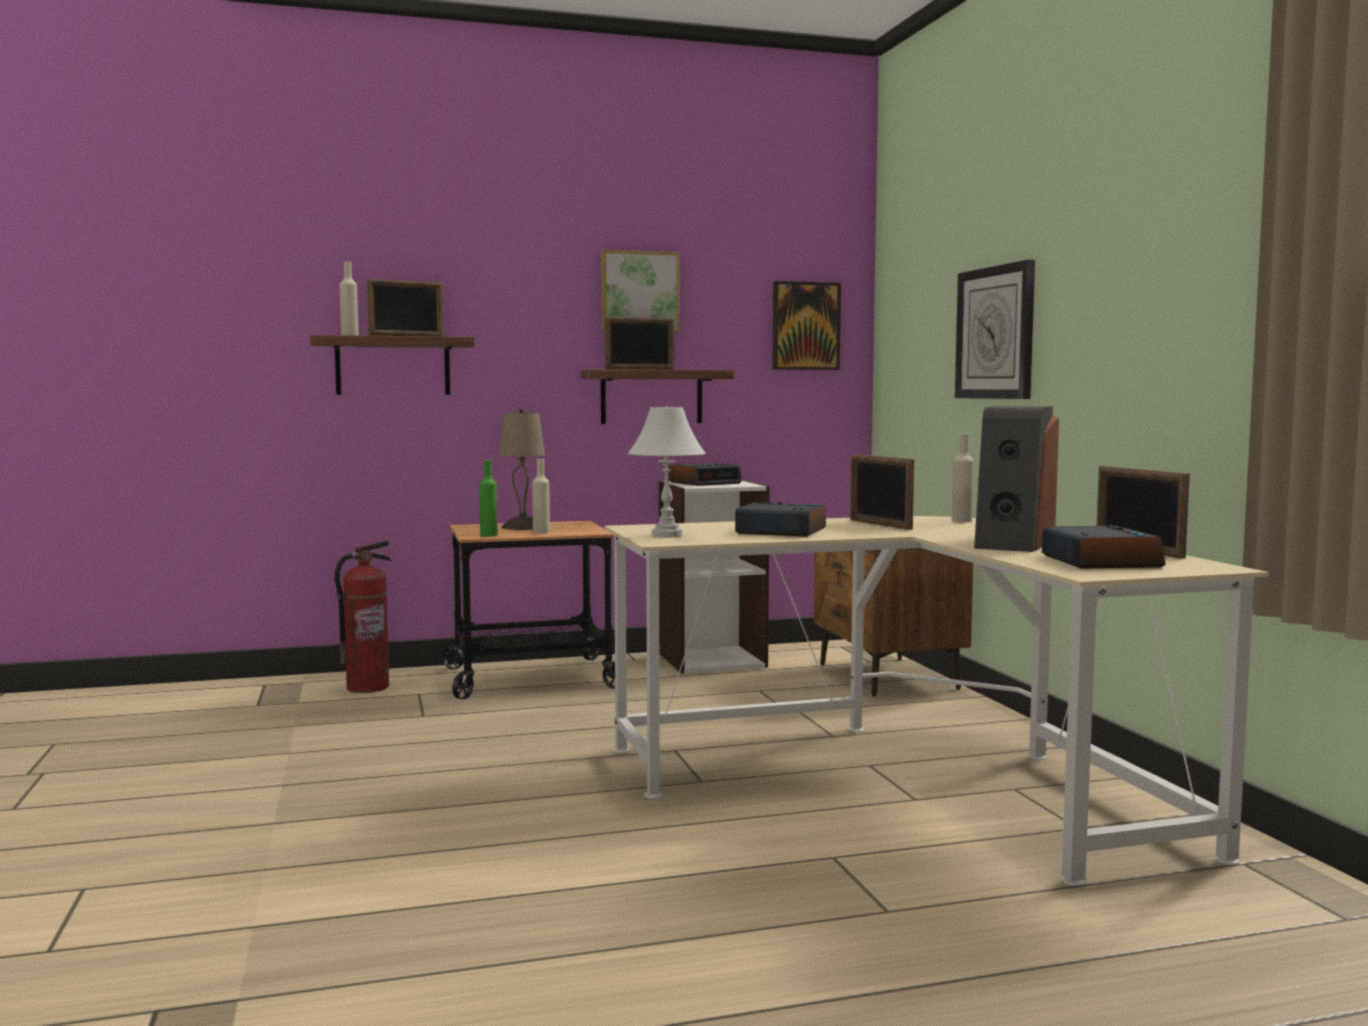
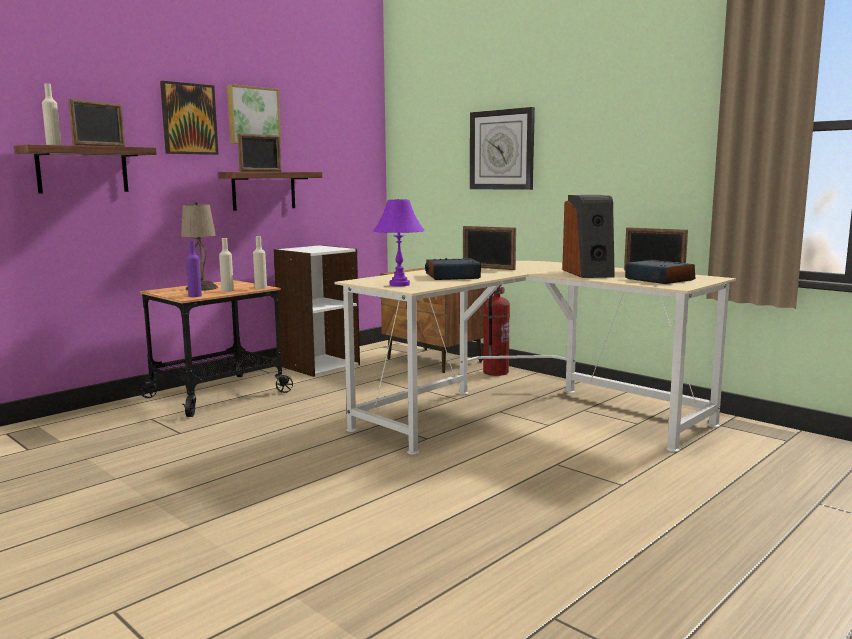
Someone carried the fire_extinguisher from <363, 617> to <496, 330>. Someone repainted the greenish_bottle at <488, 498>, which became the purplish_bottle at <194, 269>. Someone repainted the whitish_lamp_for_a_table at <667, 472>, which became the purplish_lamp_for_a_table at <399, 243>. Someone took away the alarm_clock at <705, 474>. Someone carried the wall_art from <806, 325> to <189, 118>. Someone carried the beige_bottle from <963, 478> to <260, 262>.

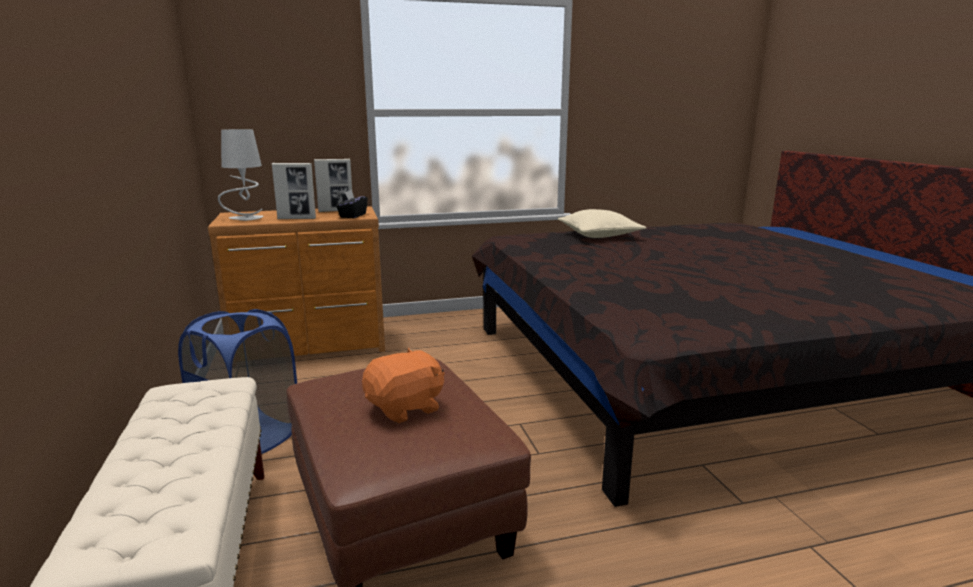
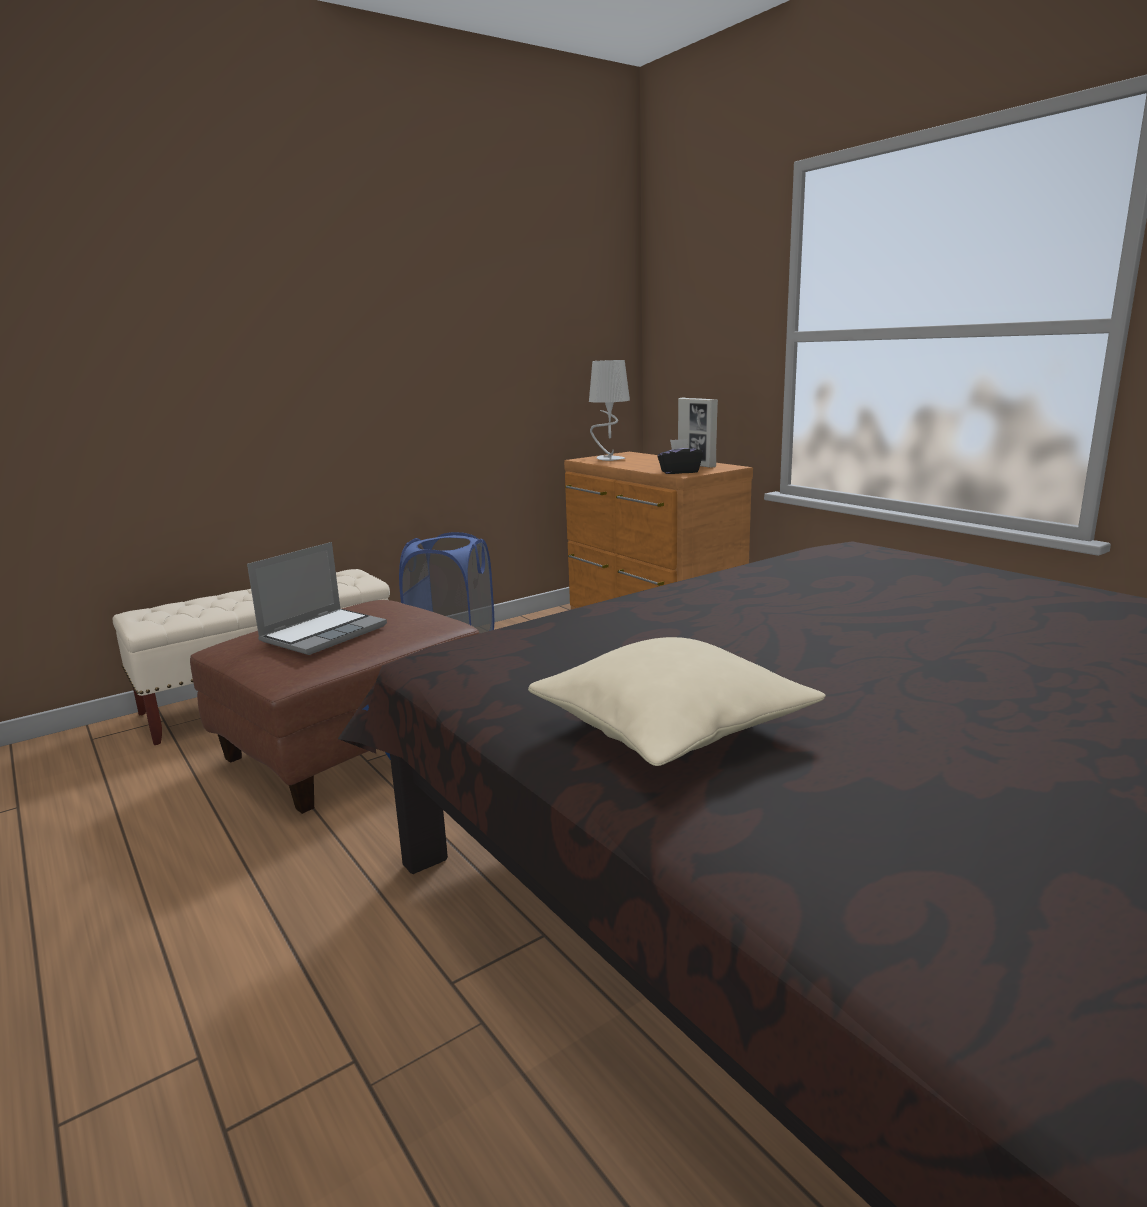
Someone took away the standing_frame at <294, 191>. Someone swapped the orange-coloured_cuddly_toy at <403, 385> for the laptop at <317, 598>. Someone carried the beige_cushion from <602, 223> to <677, 701>.

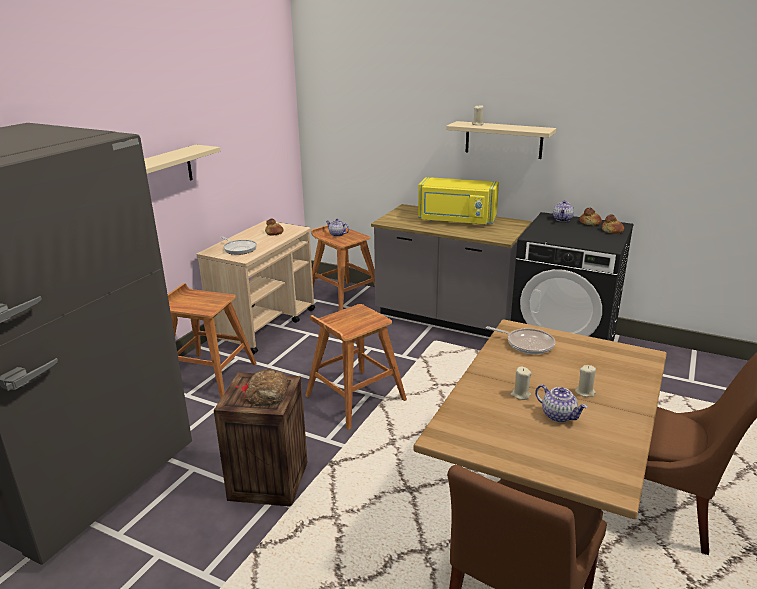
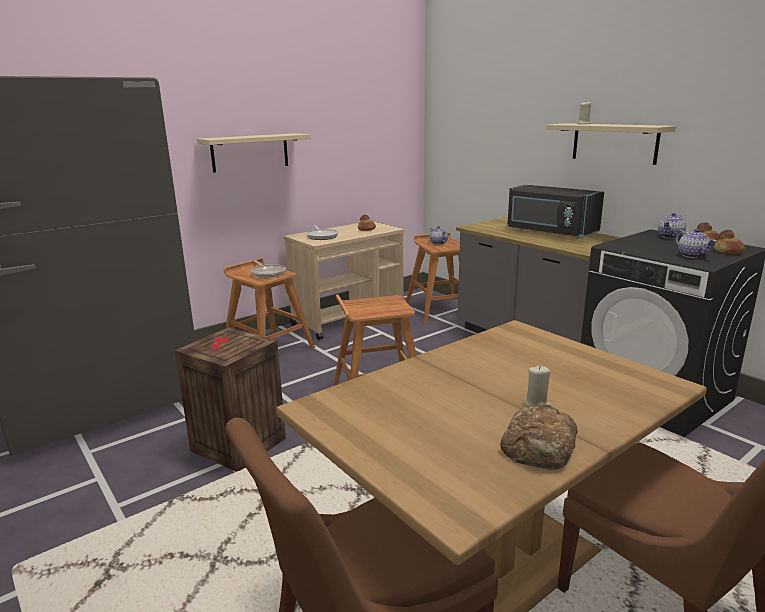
Someone carried the bakery_bread from <266, 387> to <539, 437>. Someone repainted the yellow-coloured_microwave_oven at <458, 201>, which became the black-coloured_microwave_oven at <555, 212>. Someone carried the frying_pan from <520, 340> to <268, 269>. Someone took away the beige_wax_light at <521, 383>. Someone carried the teapot from <561, 404> to <695, 243>.

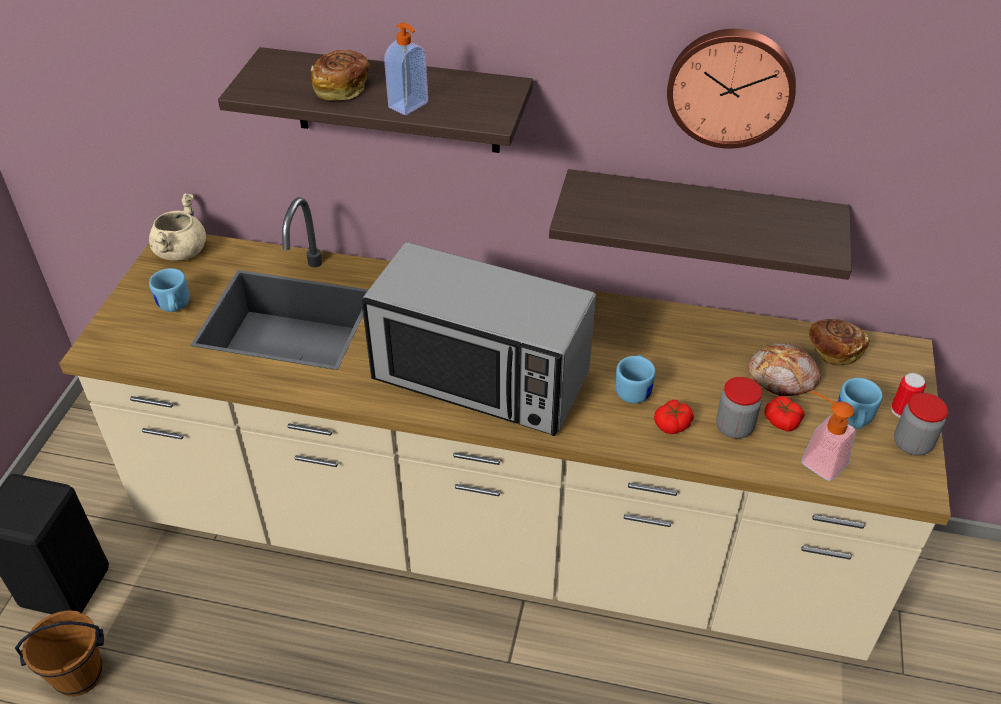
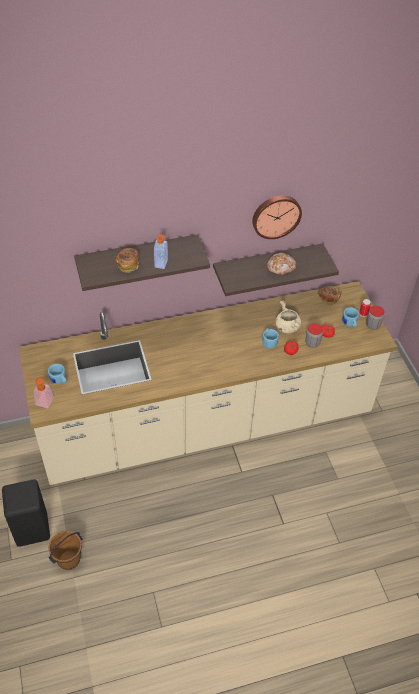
Someone carried the beige_saucepot from <177, 226> to <288, 317>. Someone took away the microwave_oven at <479, 339>. Someone carried the bakery_bread from <784, 369> to <282, 264>. Someone carried the liquid_soap_bottle from <828, 436> to <40, 392>.

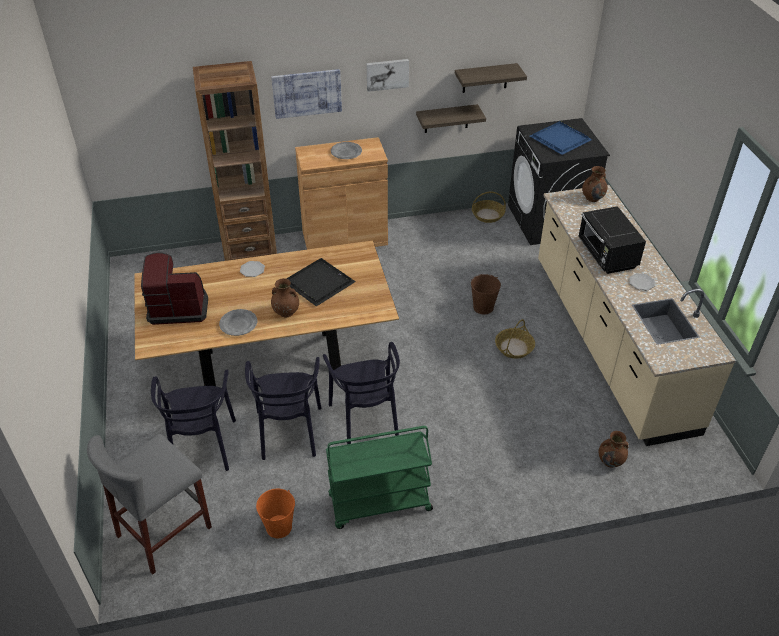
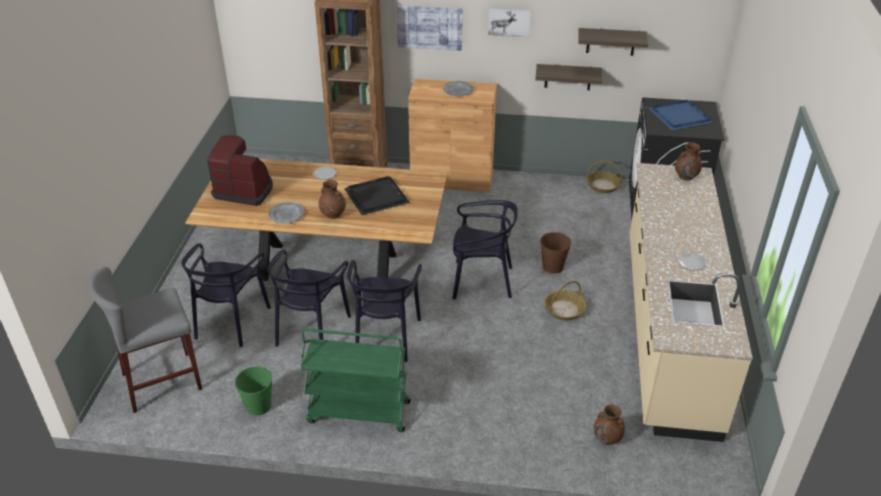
Someone repainted the orange-coloured_pail at <275, 513>, which became the greenish_pail at <253, 391>. Someone took away the black-coloured_microwave_oven at <612, 240>. Someone put down the black-coloured_plain_chair at <485, 249>.

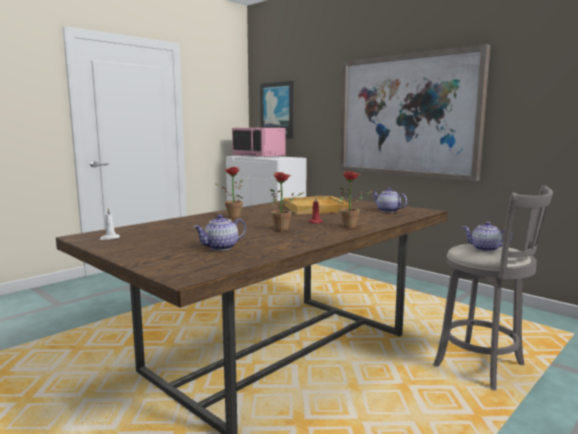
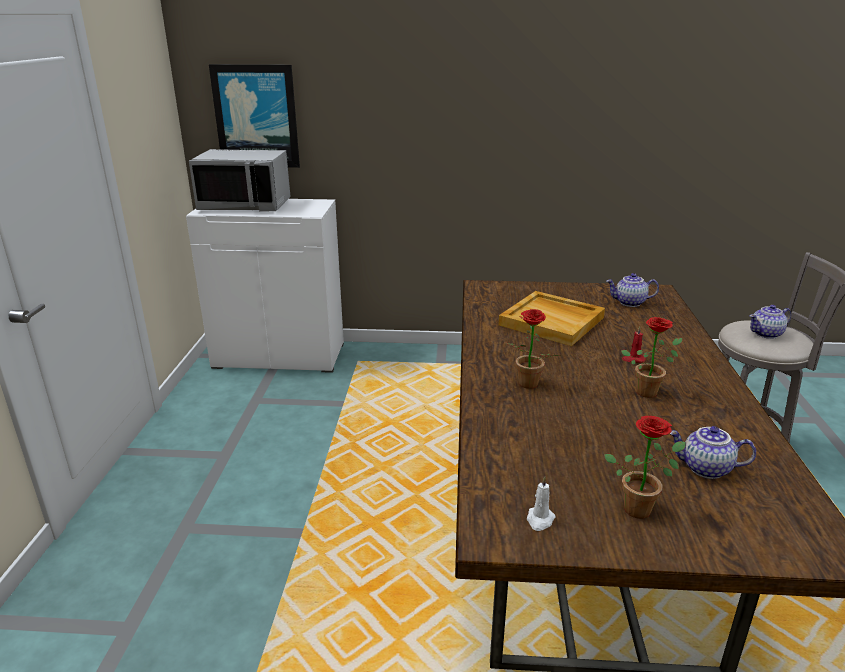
Someone rotated the teapot at <220, 233> by 90 degrees clockwise. Someone repainted the pinkish_microwave_oven at <259, 142>, which became the greyish_microwave_oven at <240, 180>. Someone carried the potted_plant from <355, 200> to <645, 467>. Someone took away the wall_art at <415, 112>.

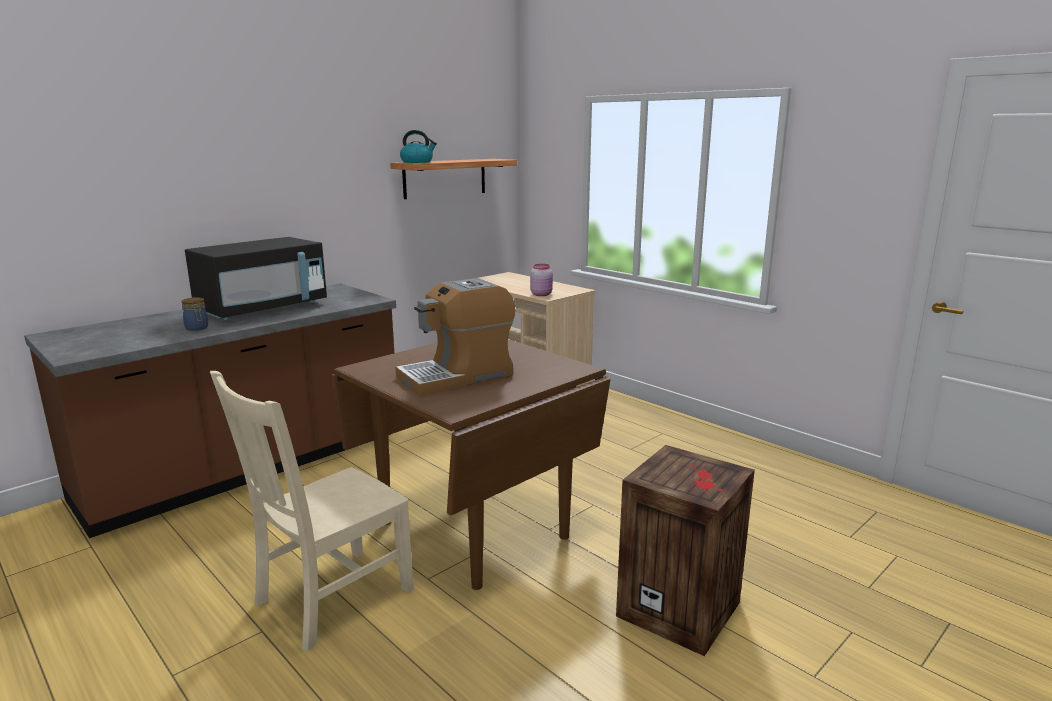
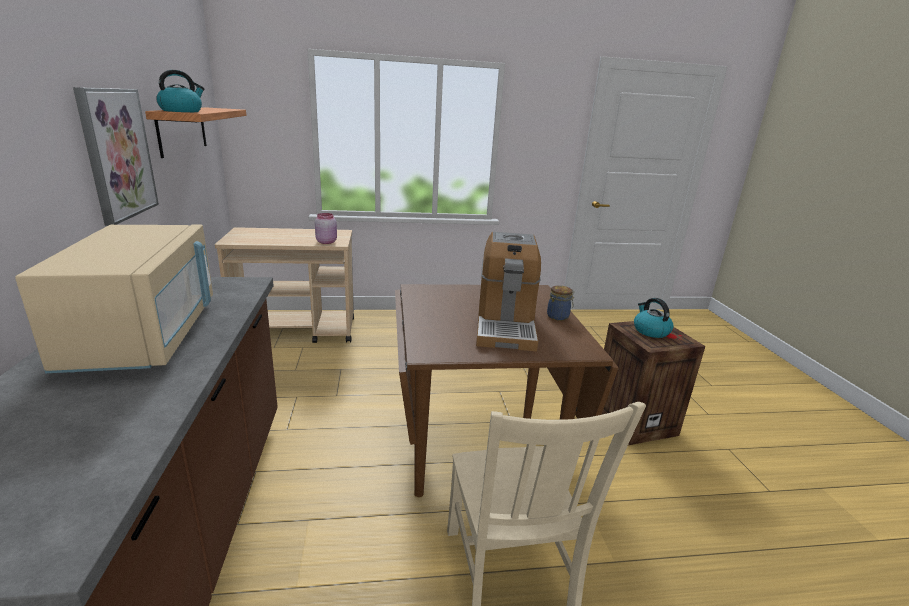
Someone carried the preserve_jar from <194, 314> to <561, 303>. Someone repainted the black-coloured_microwave_oven at <256, 278>, which became the beige_microwave_oven at <114, 299>. Someone put up the wall_art at <116, 156>. Someone put down the water_kettle at <653, 318>.

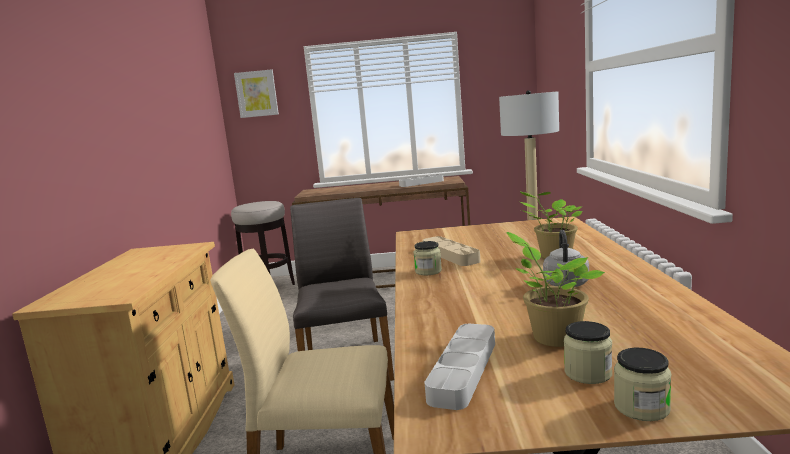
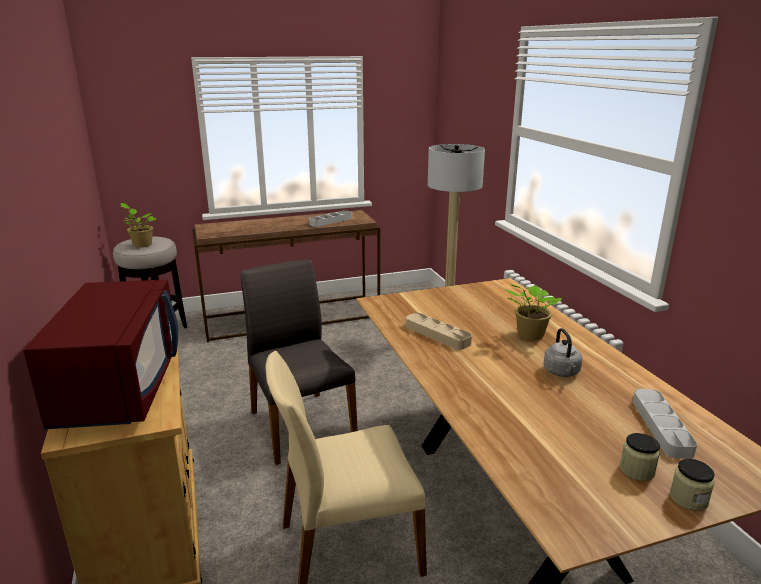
Someone took away the wall_art at <256, 93>. Someone took away the preserve_jar at <427, 258>. Someone carried the greyish_tray from <459, 367> to <665, 424>. Someone carried the potted_plant from <556, 289> to <139, 225>. Someone put down the red-coloured_microwave_oven at <100, 355>.

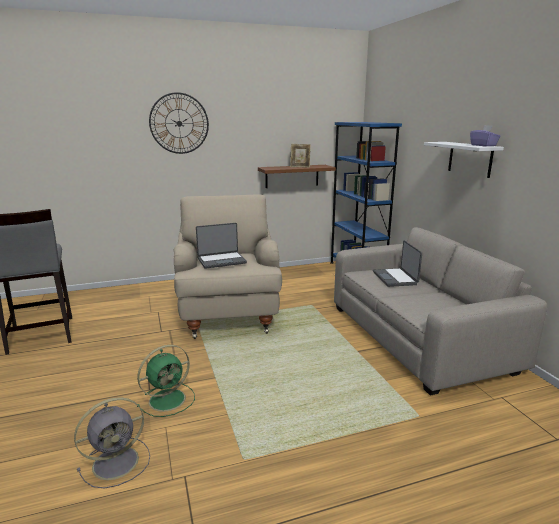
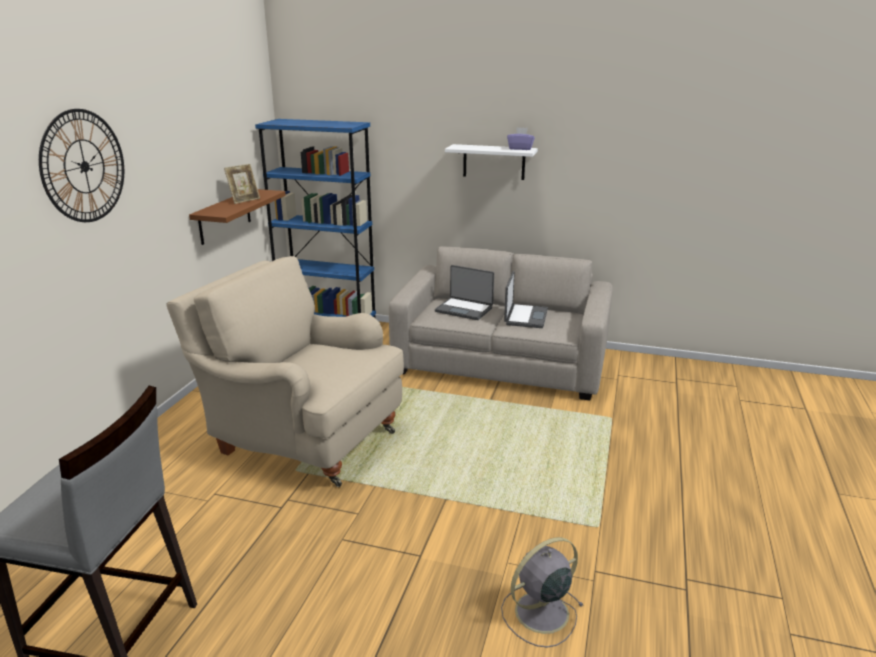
Someone rotated the greyish_fan at <112, 443> by 120 degrees counterclockwise. Someone took away the greenish_fan at <166, 381>. Someone carried the laptop from <221, 246> to <526, 299>.

